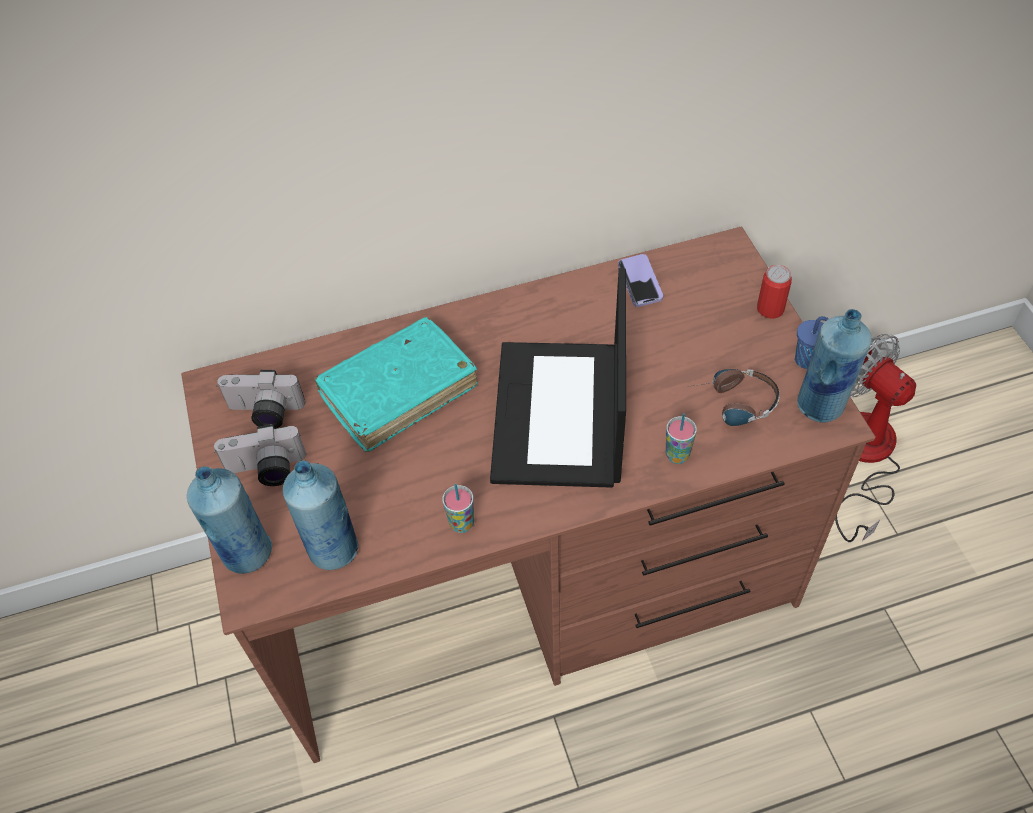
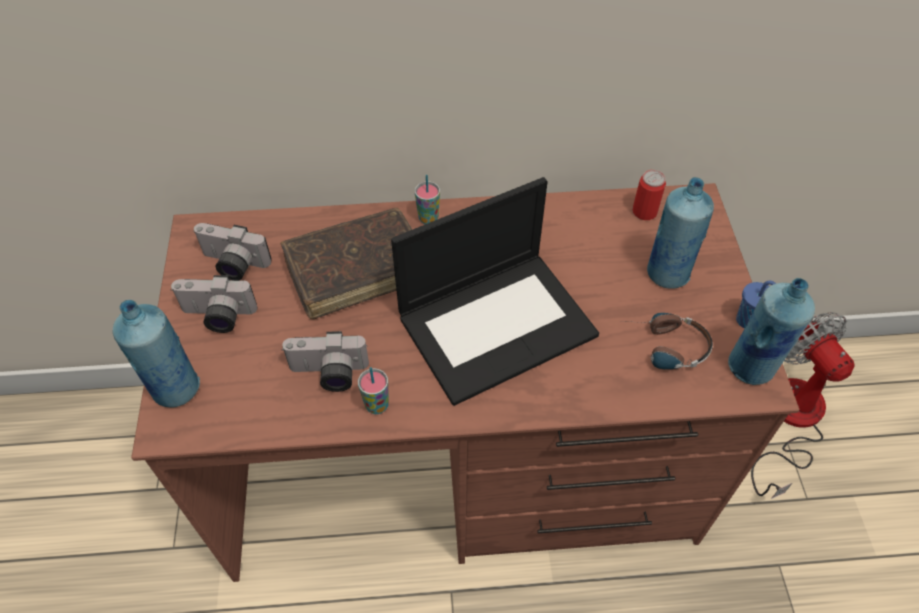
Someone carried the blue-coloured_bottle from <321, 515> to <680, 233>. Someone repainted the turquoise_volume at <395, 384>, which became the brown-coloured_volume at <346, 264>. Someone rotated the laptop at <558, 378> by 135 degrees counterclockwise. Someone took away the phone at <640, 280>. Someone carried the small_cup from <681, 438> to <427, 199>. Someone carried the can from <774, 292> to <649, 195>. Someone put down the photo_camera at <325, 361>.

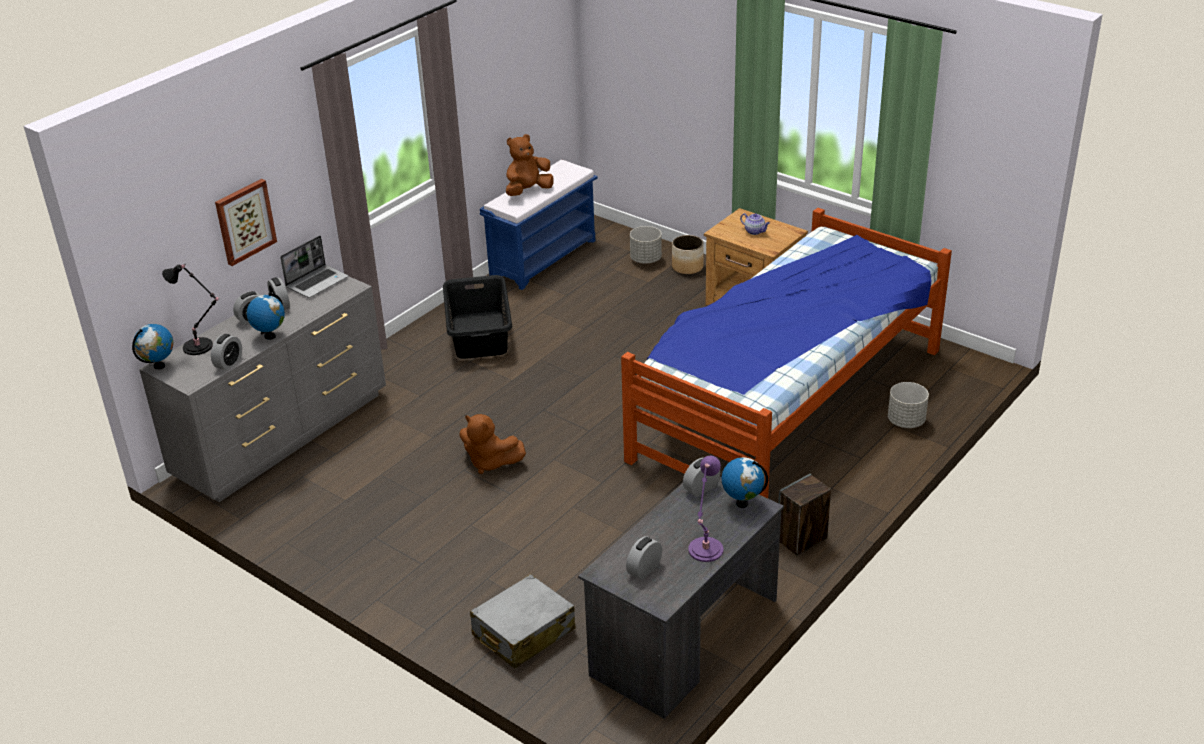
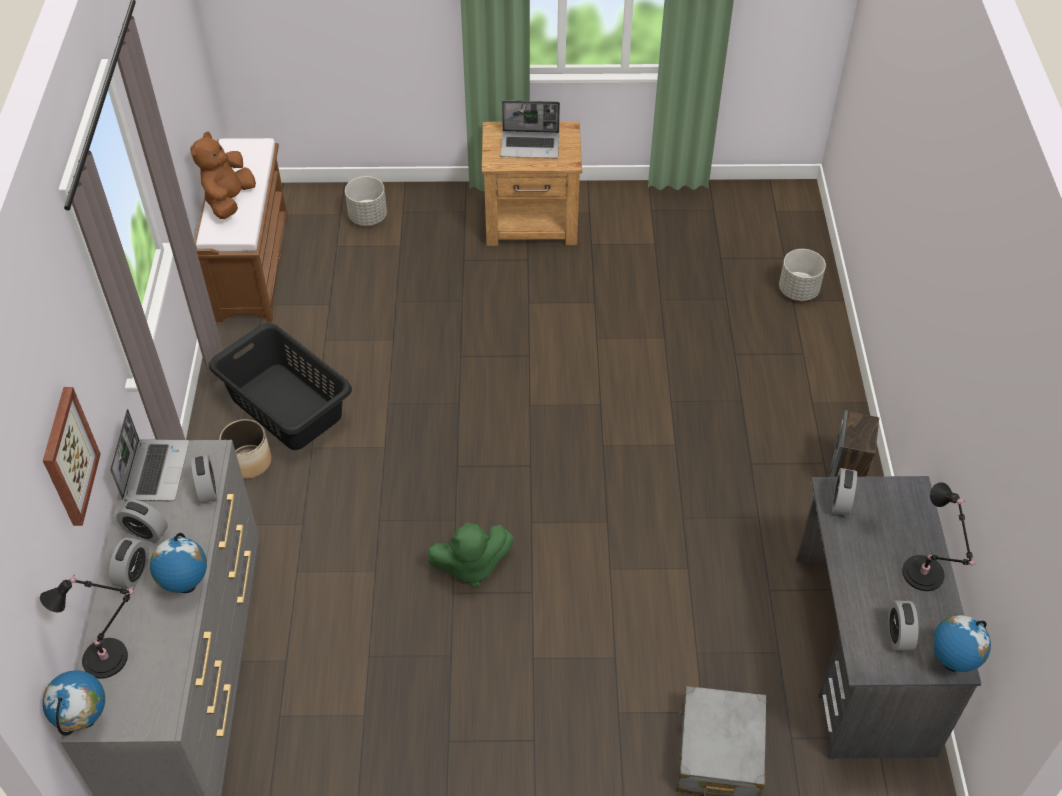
Someone carried the alarm_clock from <226, 352> to <204, 478>. Someone repainted the brown-coloured_cuddly_toy at <492, 444>, which became the greenish_cuddly_toy at <471, 555>. Someone repainted the blue-coloured_indoor_bench at <539, 225>, which became the brown-coloured_indoor_bench at <241, 230>. Someone took away the bedroom_bed at <786, 353>. Someone carried the plant_pot from <688, 255> to <245, 449>. Someone repainted the purplish_lamp_for_a_table at <705, 509>, which became the black-coloured_lamp_for_a_table at <939, 536>. Someone carried the desk_globe from <745, 482> to <961, 643>. Someone swapped the teapot at <755, 224> for the laptop at <530, 129>.

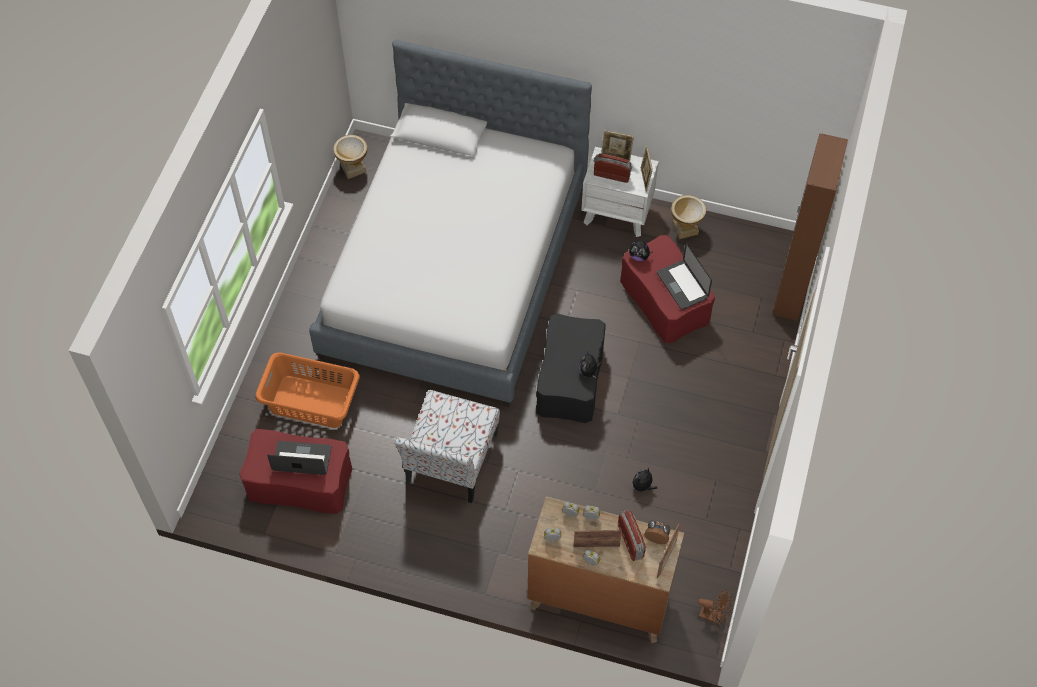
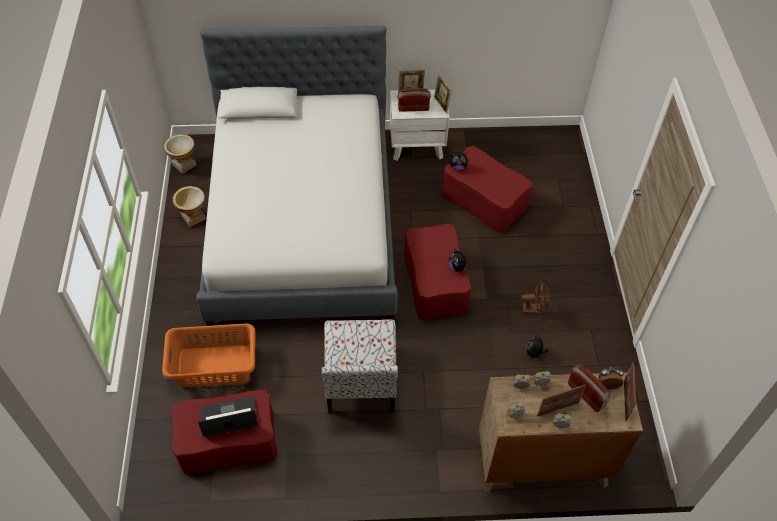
Someone repainted the black-coloured_pouffe at <571, 368>, which became the red-coloured_pouffe at <437, 272>. Someone took away the laptop at <684, 276>. Someone carried the vase from <688, 217> to <189, 206>. Someone carried the brown-coloured_fan from <715, 607> to <535, 297>. Someone took away the brown-coloured_armoire at <811, 227>.

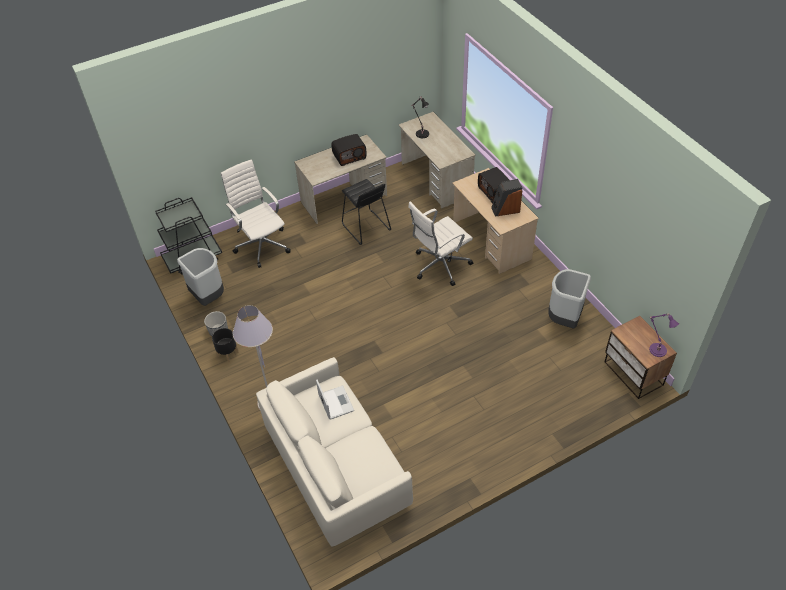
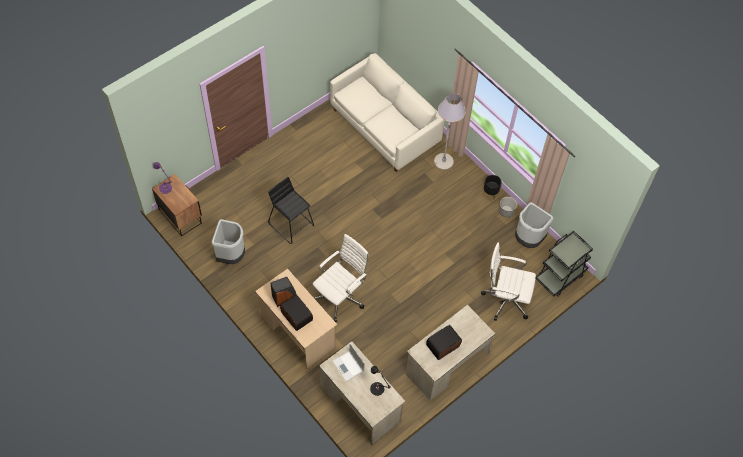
Someone rotated the whitish_office_chair at <256, 213> by 150 degrees clockwise. Someone carried the laptop from <335, 399> to <349, 362>. Someone carried the black-coloured_sitting_stool from <366, 212> to <291, 210>.

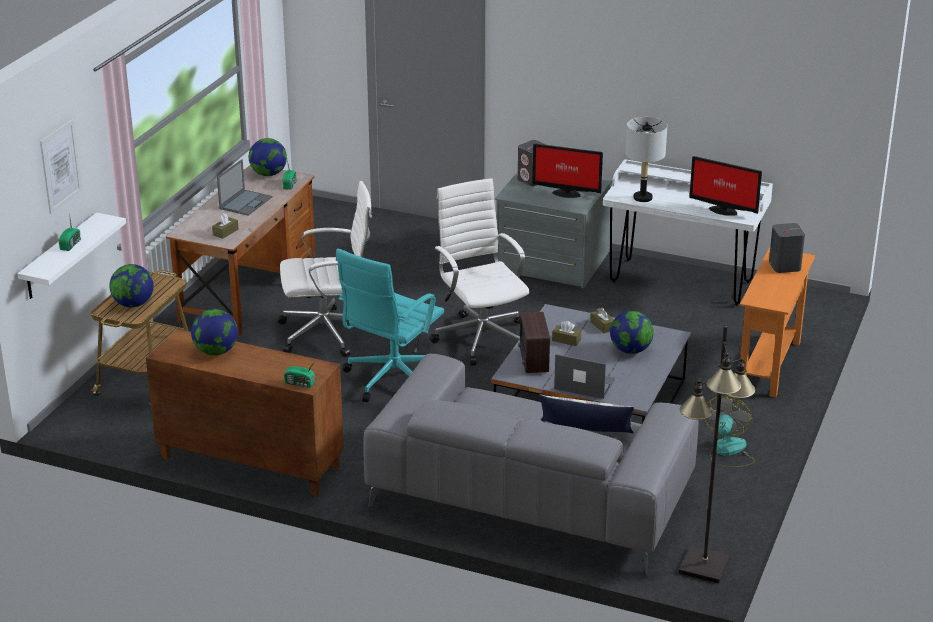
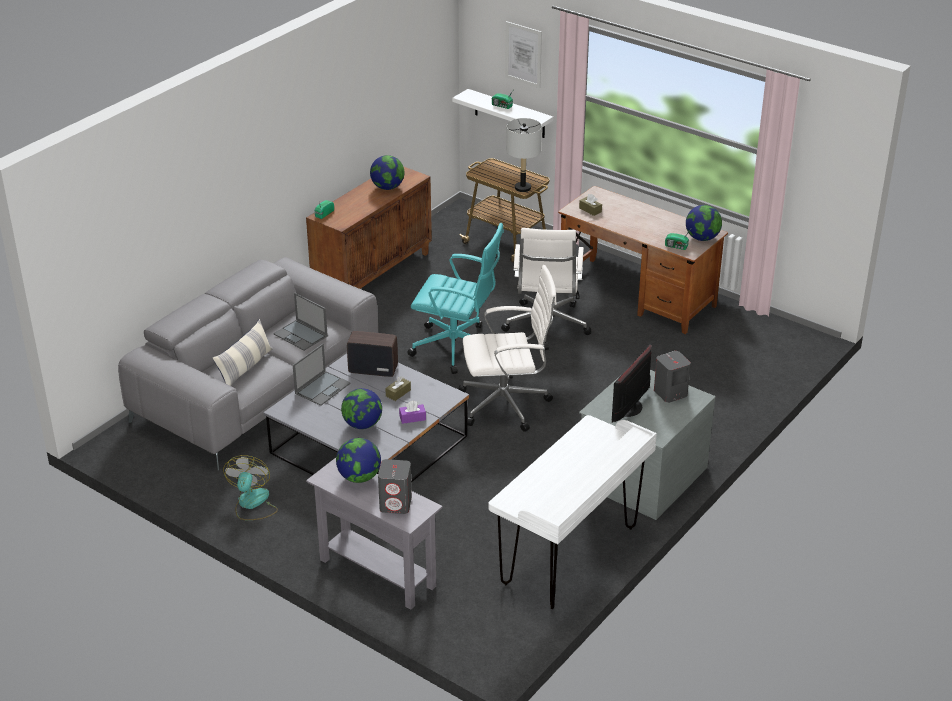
Someone carried the desk_globe from <132, 286> to <358, 460>. Someone carried the laptop from <244, 187> to <300, 322>. Someone rotated the turquoise_office_chair at <390, 325> by 150 degrees clockwise. Someone repainted the brown-coloured_box_of_tissues at <602, 320>, which became the purplish_box_of_tissues at <412, 412>. Someone carried the greyish_lamp_for_a_table from <646, 159> to <524, 155>. Someone took away the black-coloured_floor_lamp at <717, 454>. Someone took away the computer_screen at <725, 186>. Someone rotated the fan at <729, 431> by 120 degrees counterclockwise. Someone repainted the orange-coloured_narrow_table at <777, 322>, which became the greyish_narrow_table at <374, 534>.

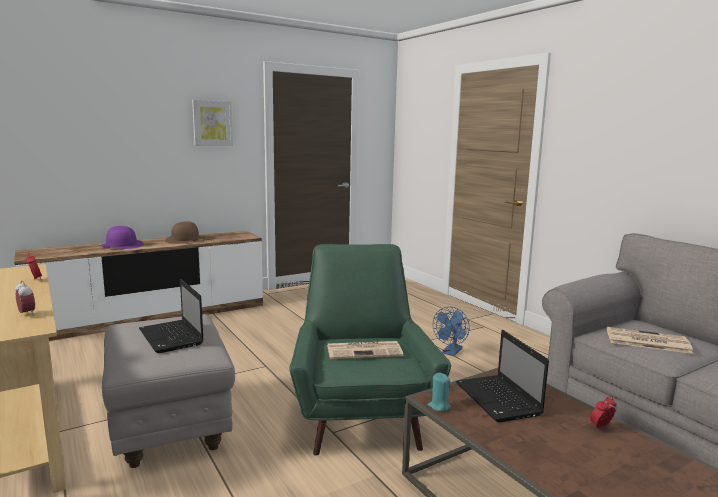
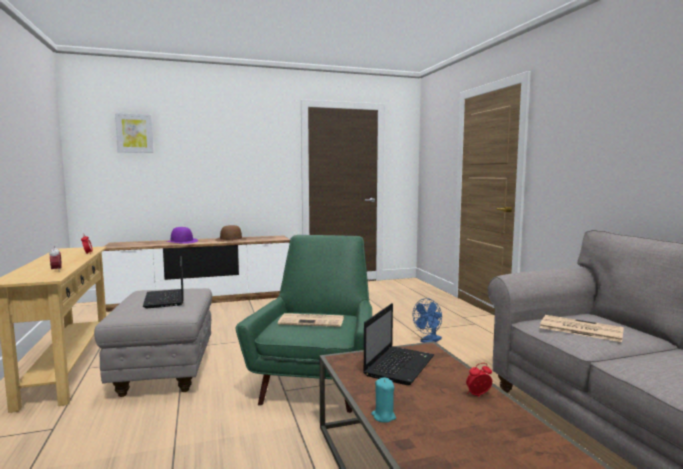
Someone carried the wall_art from <212, 123> to <134, 133>. Someone carried the turquoise_wax_light from <439, 392> to <383, 400>. Someone rotated the laptop at <502, 376> by 150 degrees counterclockwise.

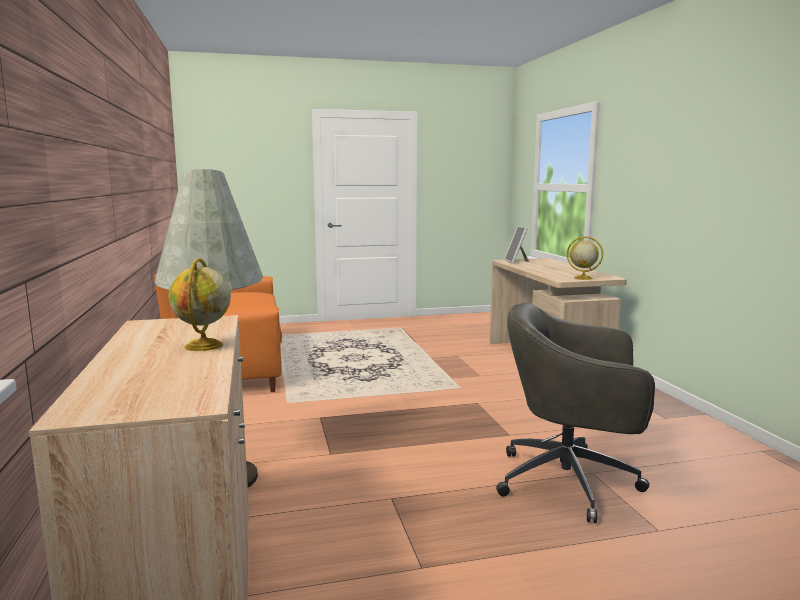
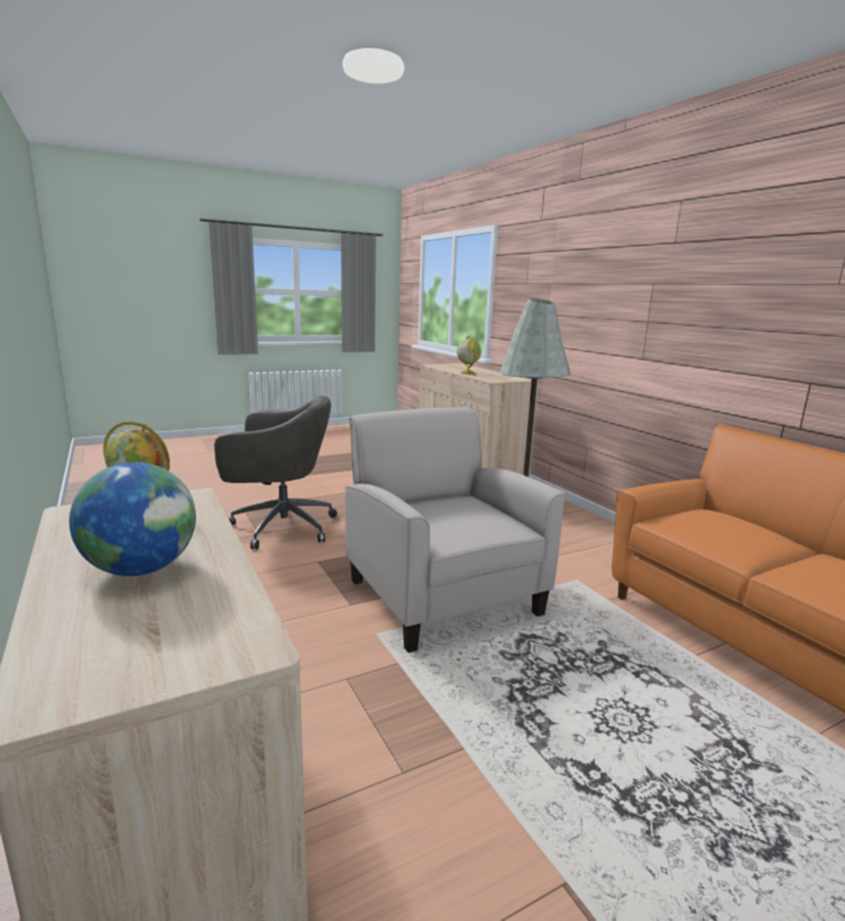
Someone took away the standing_frame at <516, 245>. Someone put down the desk_globe at <132, 519>. Someone put down the beige_armchair at <455, 530>.

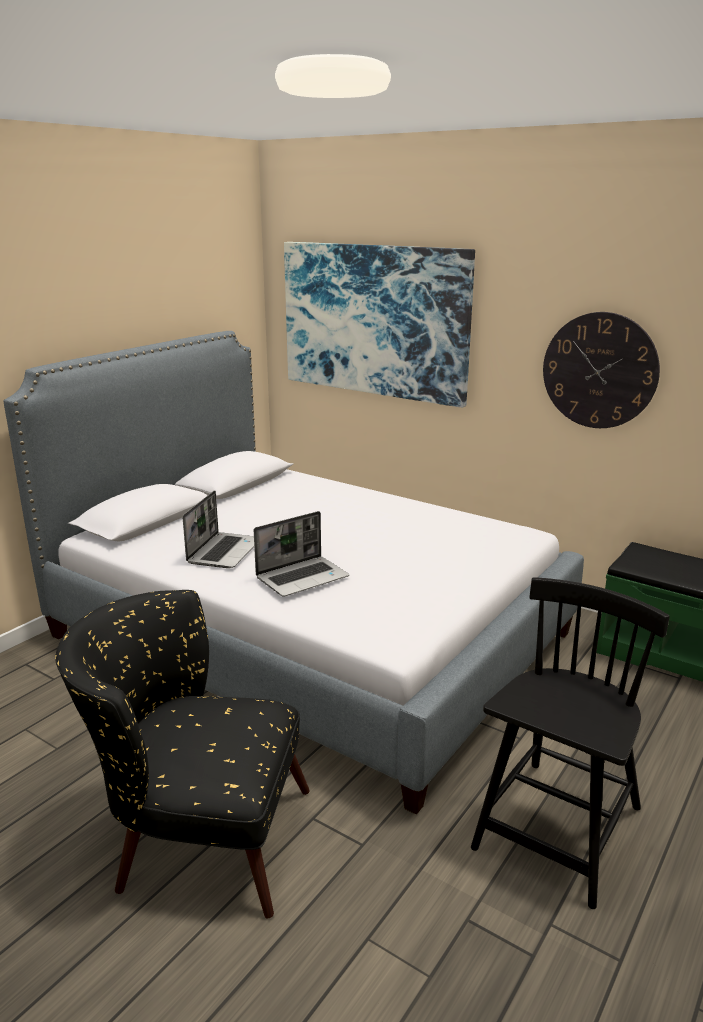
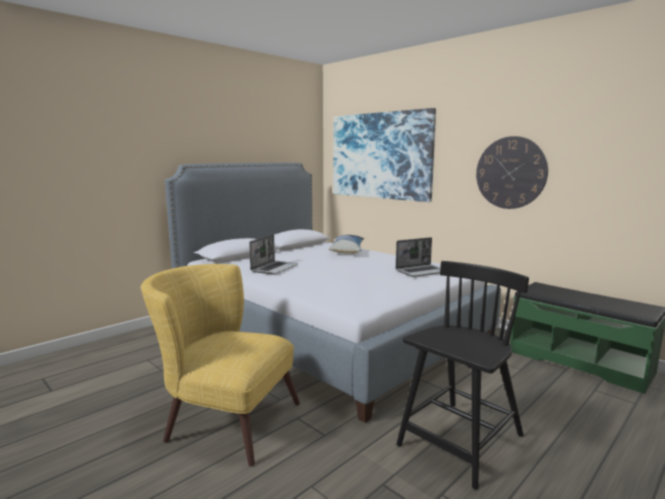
Someone repainted the black-coloured_armchair at <182, 754>, which became the yellow-coloured_armchair at <220, 365>. Someone carried the laptop from <301, 554> to <418, 257>. Someone put down the cushion at <346, 244>.

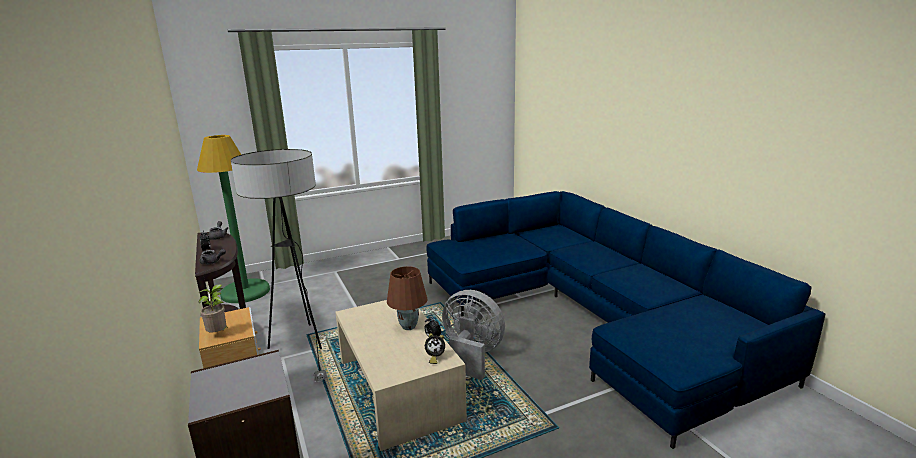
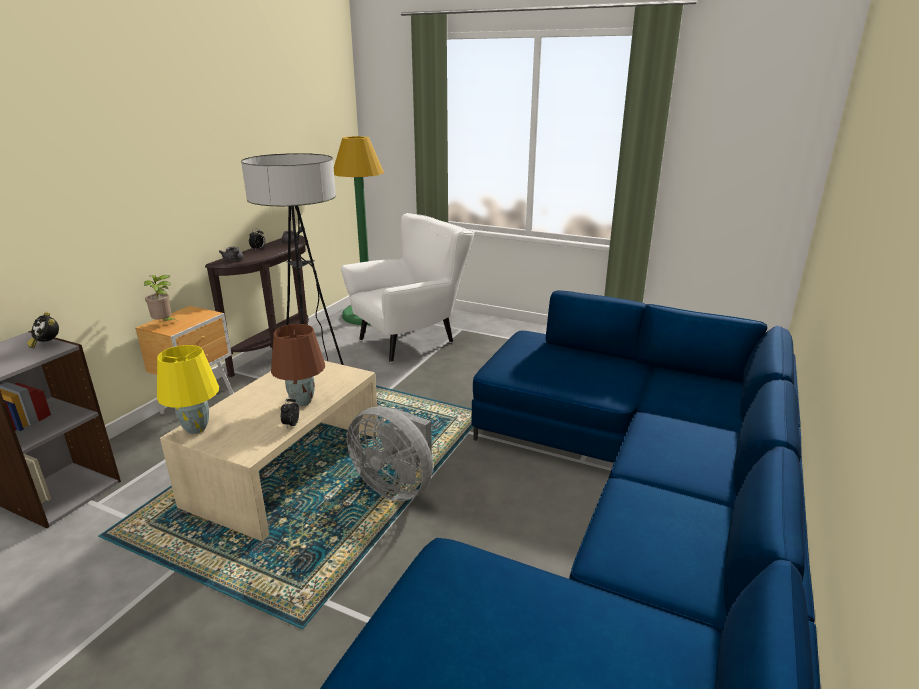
Someone carried the alarm_clock from <435, 348> to <43, 330>. Someone rotated the greyish_fan at <473, 335> by 135 degrees clockwise. Someone put down the yellow-coloured_lamp_for_a_table at <188, 389>. Someone put down the whitish_armchair at <407, 287>.

